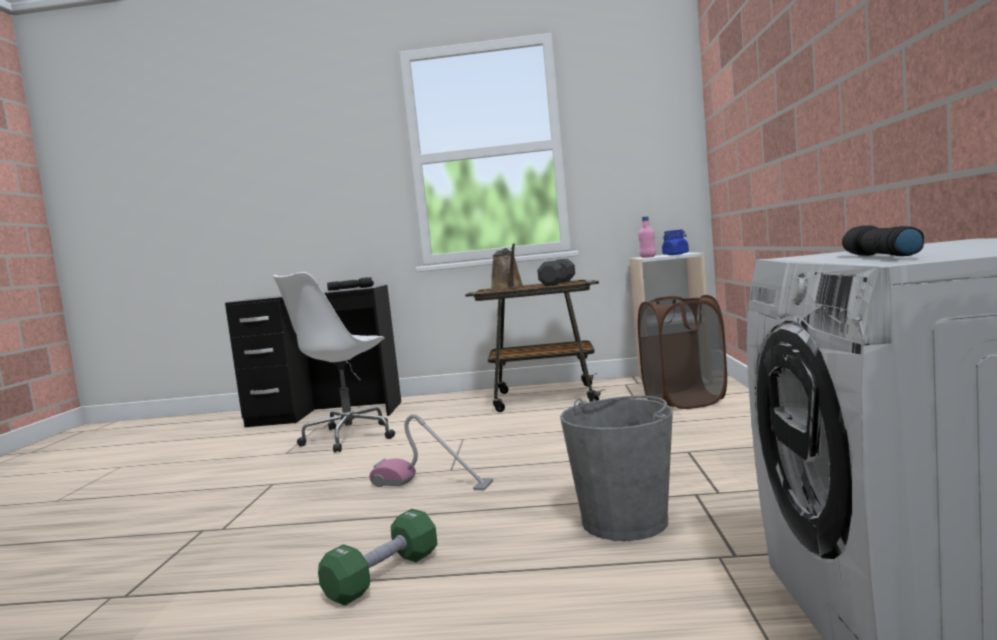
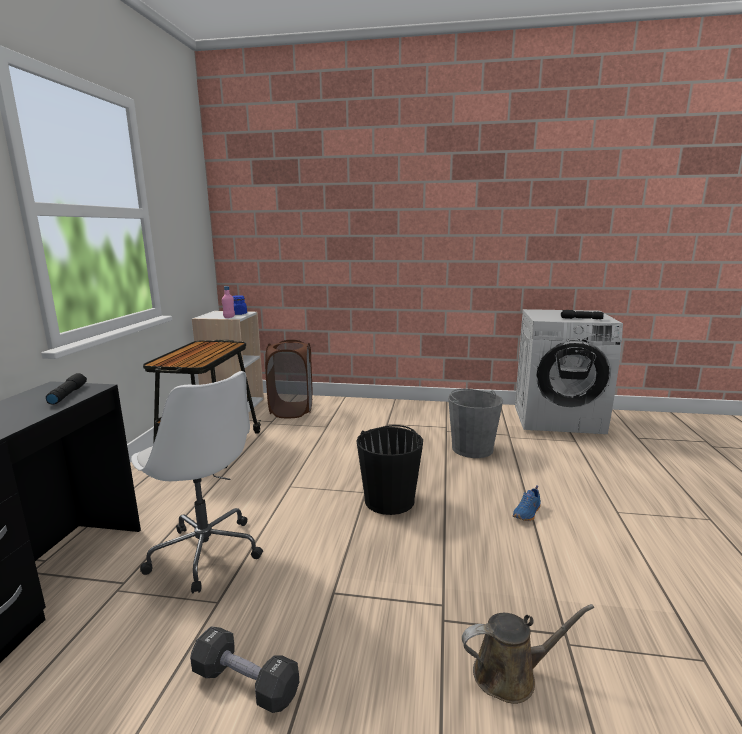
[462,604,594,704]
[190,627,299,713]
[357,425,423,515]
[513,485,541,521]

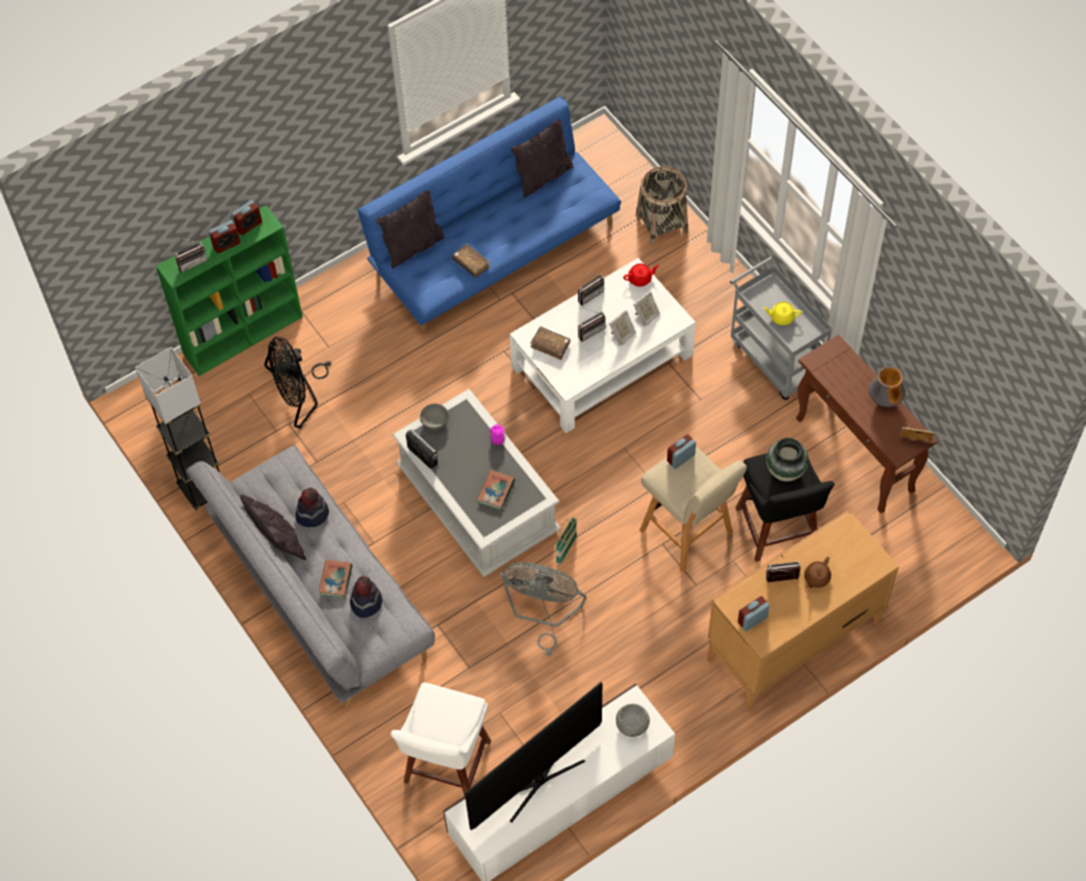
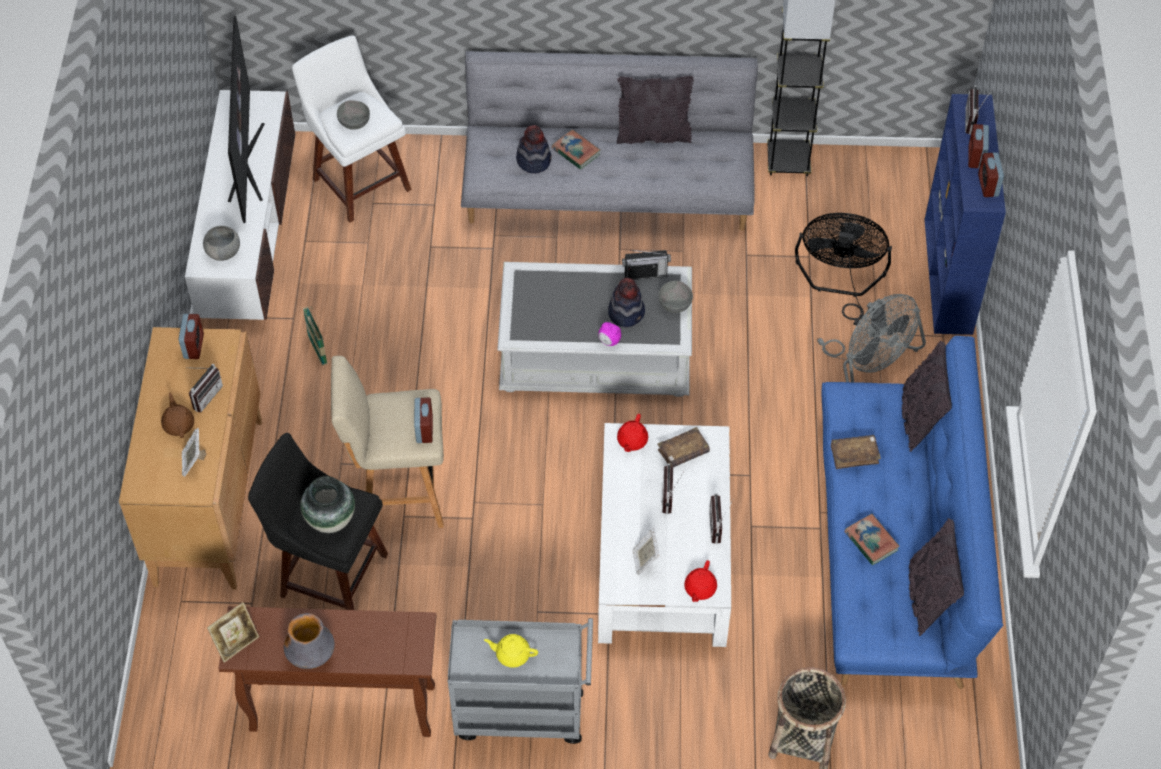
[924,94,1006,335]
[484,634,538,668]
[182,428,206,477]
[845,514,900,565]
[608,278,645,327]
[303,307,327,366]
[817,294,926,383]
[337,100,370,130]
[617,414,648,452]

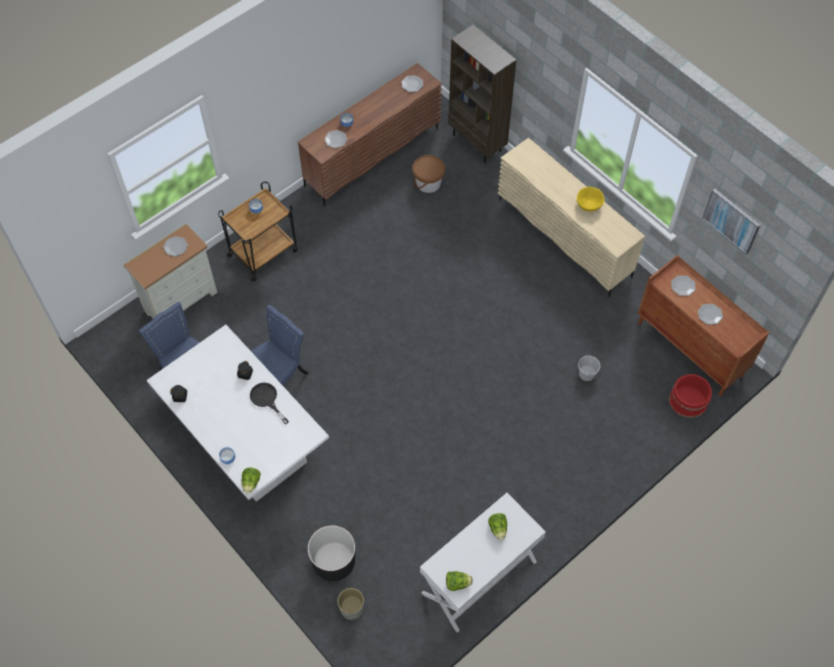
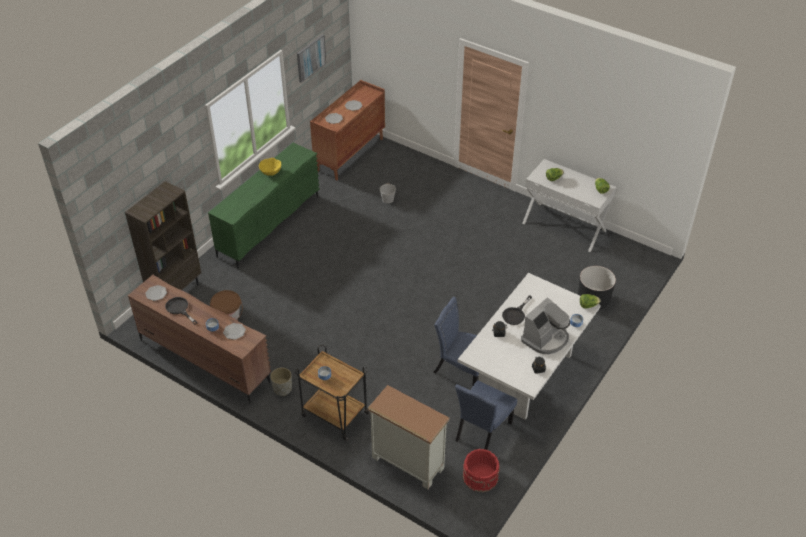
[208,143,320,269]
[163,236,188,257] (first image)
[463,449,500,493]
[270,368,292,396]
[165,297,198,325]
[521,297,570,354]

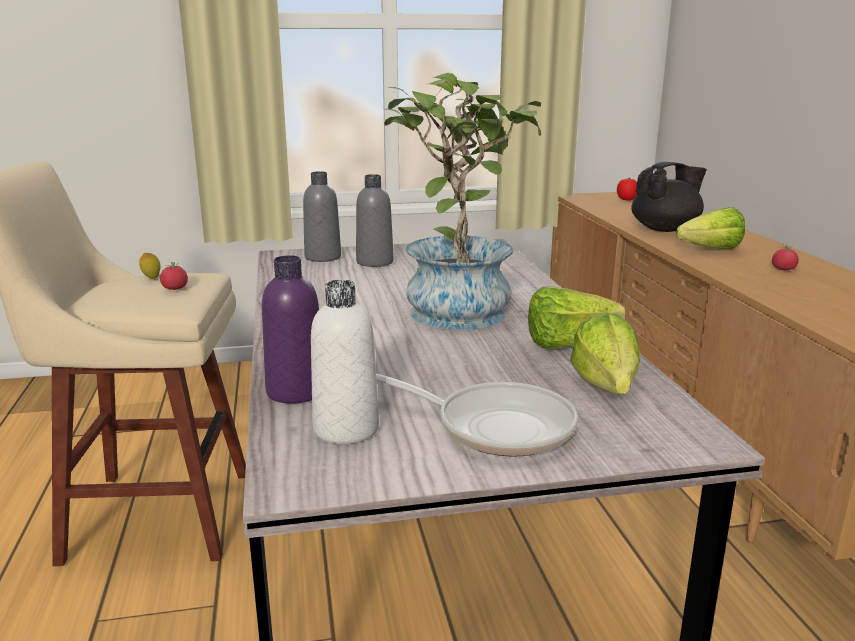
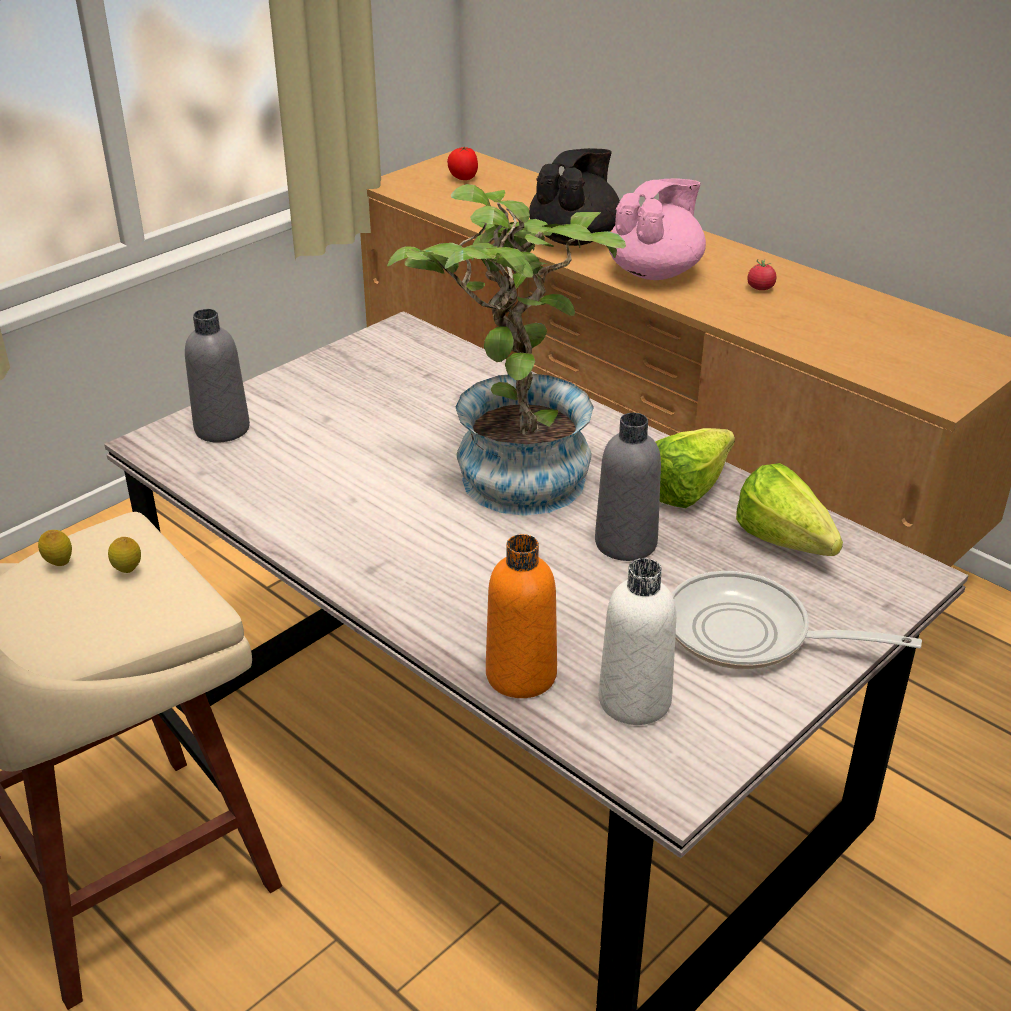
[595,413,661,561]
[609,178,706,280]
[486,534,557,698]
[108,537,141,573]
[671,571,922,670]

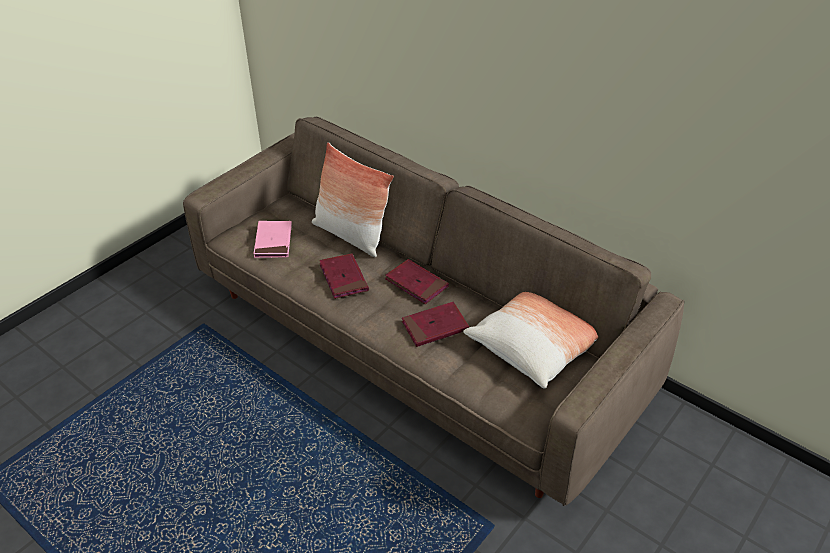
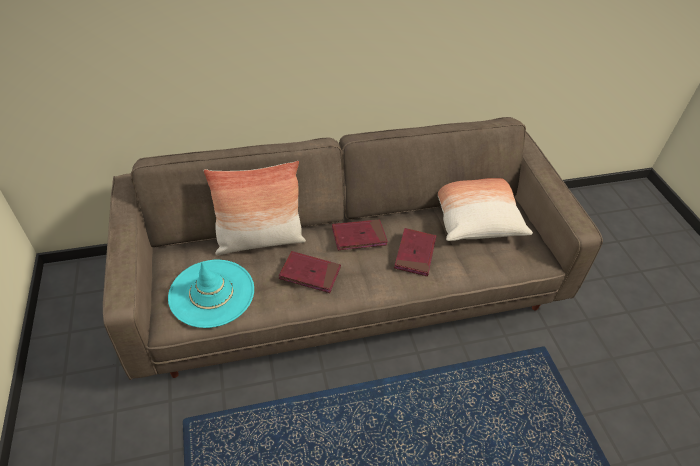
[168,260,254,328]

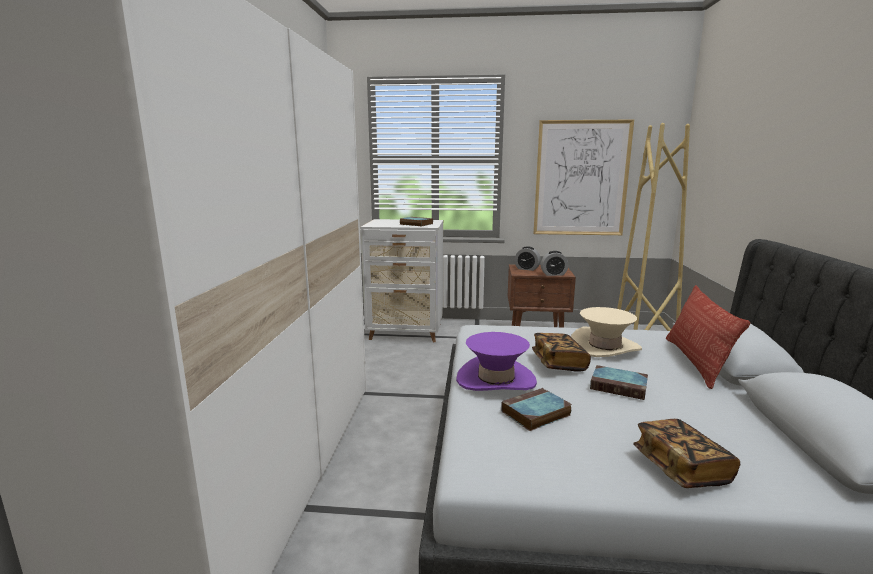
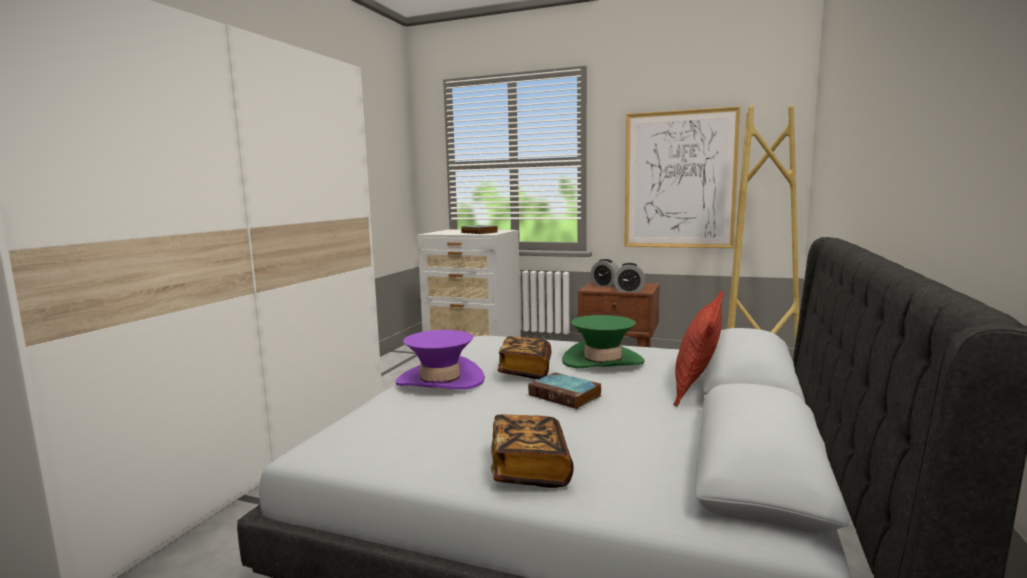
[562,315,645,368]
[501,388,572,431] (first image)

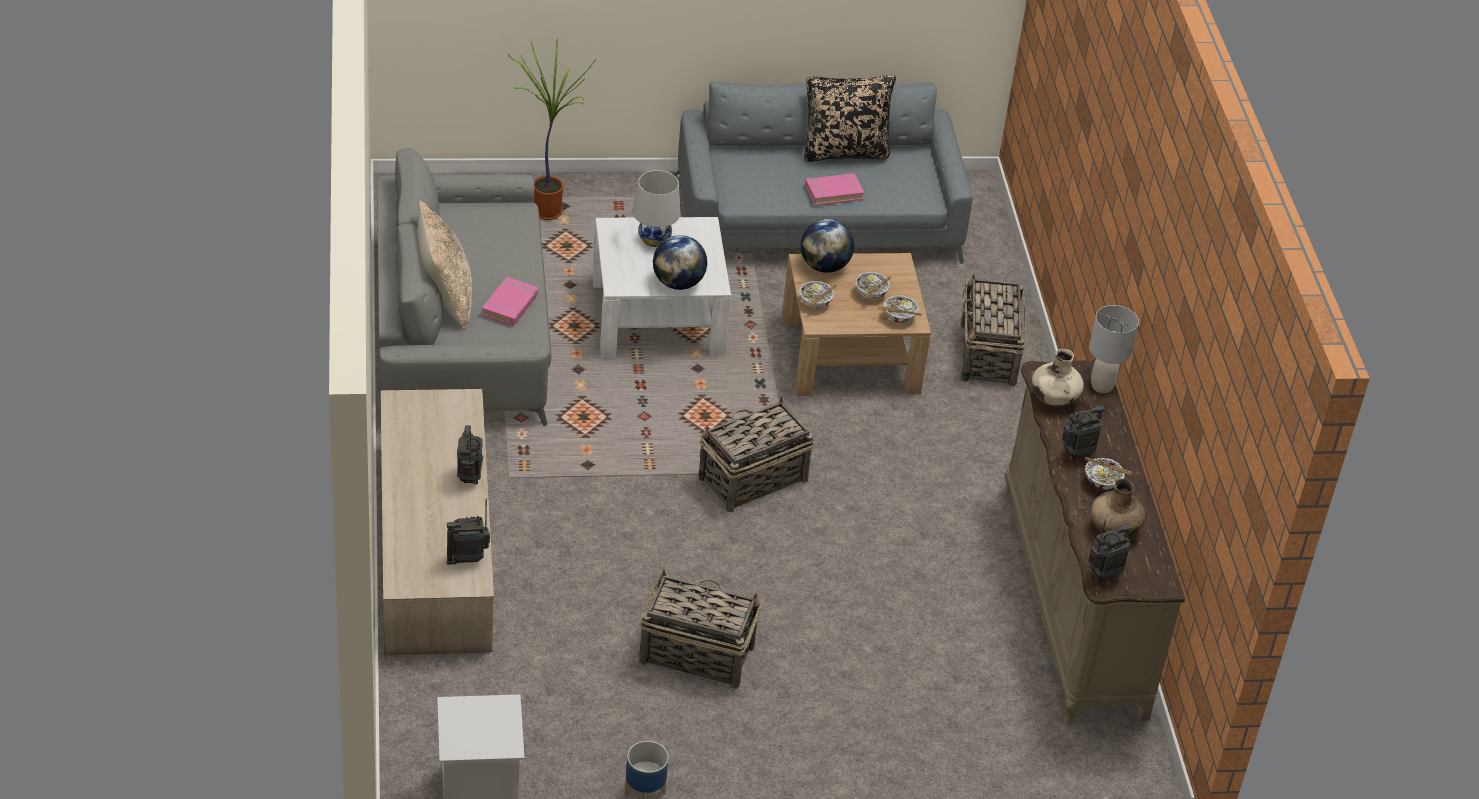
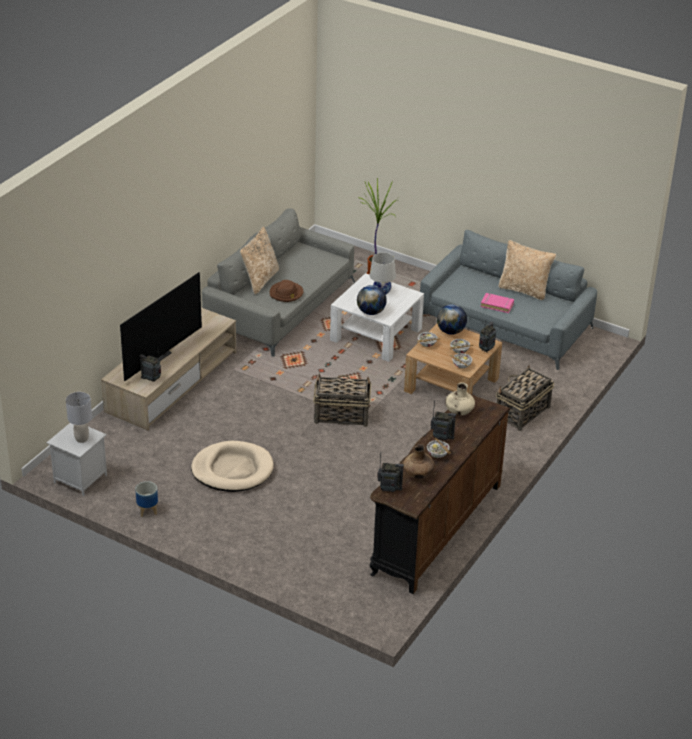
[499,240,556,300]
[270,280,304,302]
[66,392,92,443]
[370,393,510,594]
[479,320,496,353]
[191,441,274,492]
[120,272,202,381]

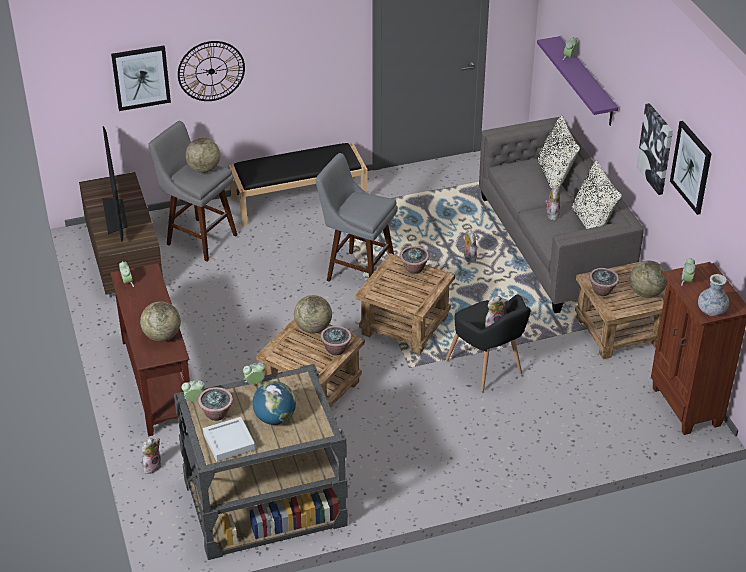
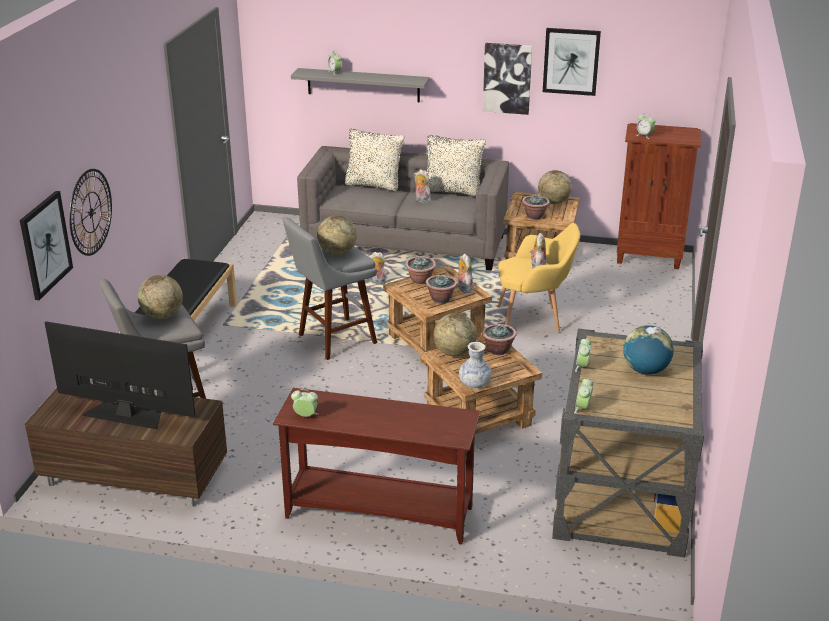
[291,68,430,102]
[459,342,492,389]
[498,223,580,332]
[317,215,357,255]
[426,275,457,303]
[203,417,255,462] (first image)
[456,253,473,293]

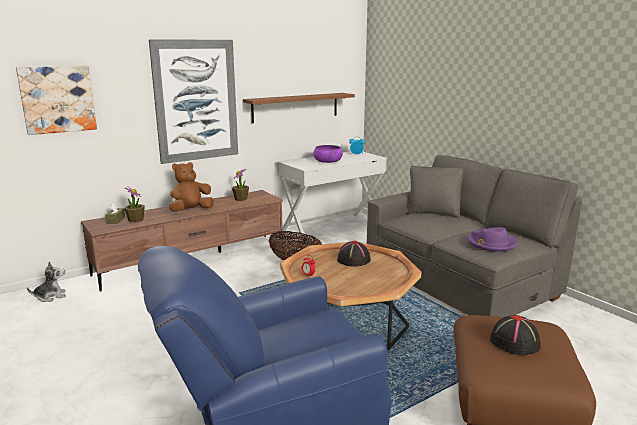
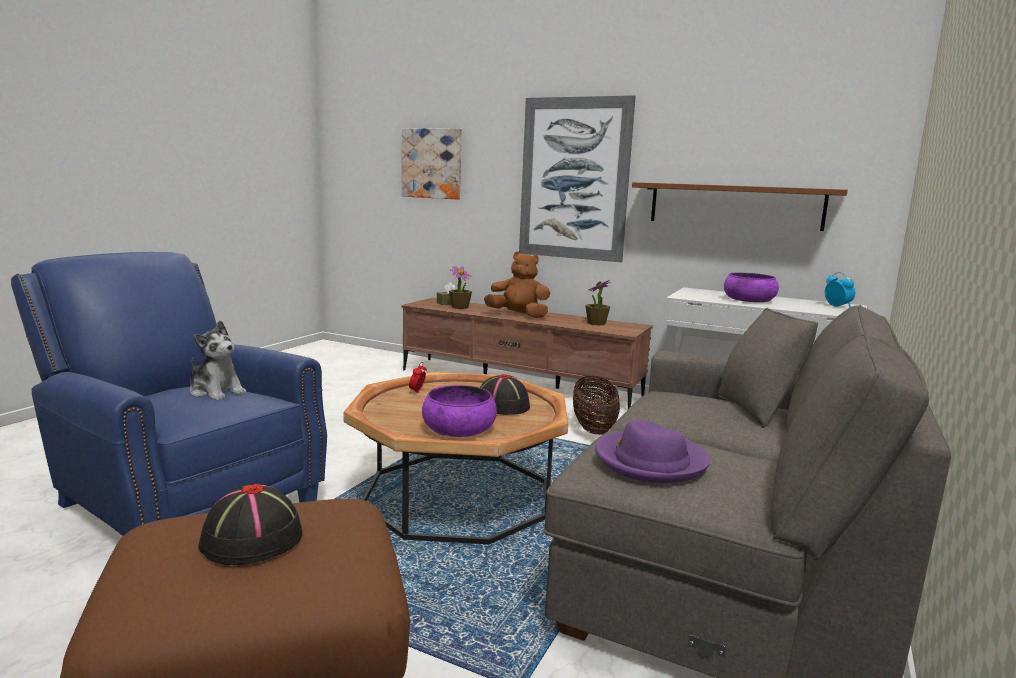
[190,320,246,400]
[422,385,497,437]

